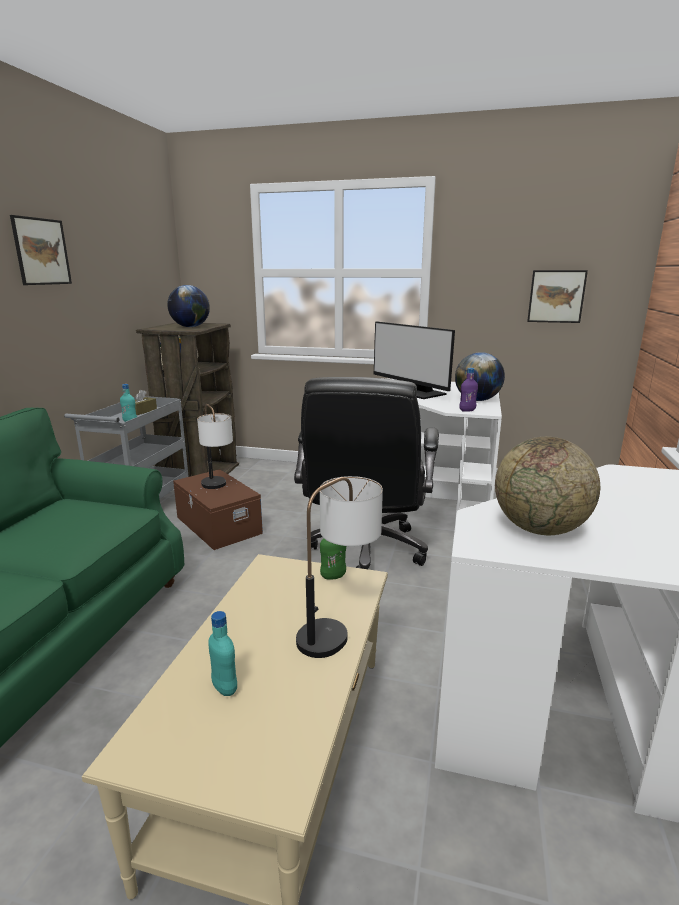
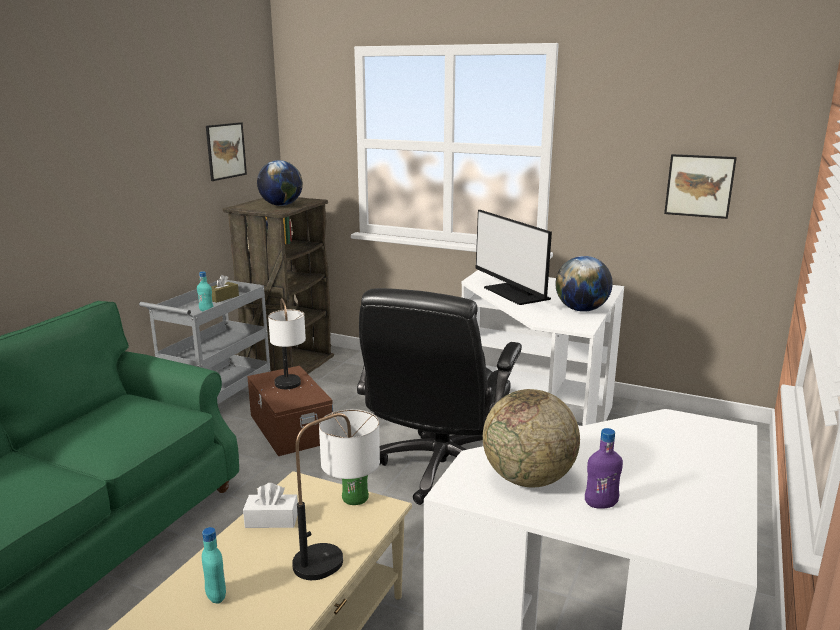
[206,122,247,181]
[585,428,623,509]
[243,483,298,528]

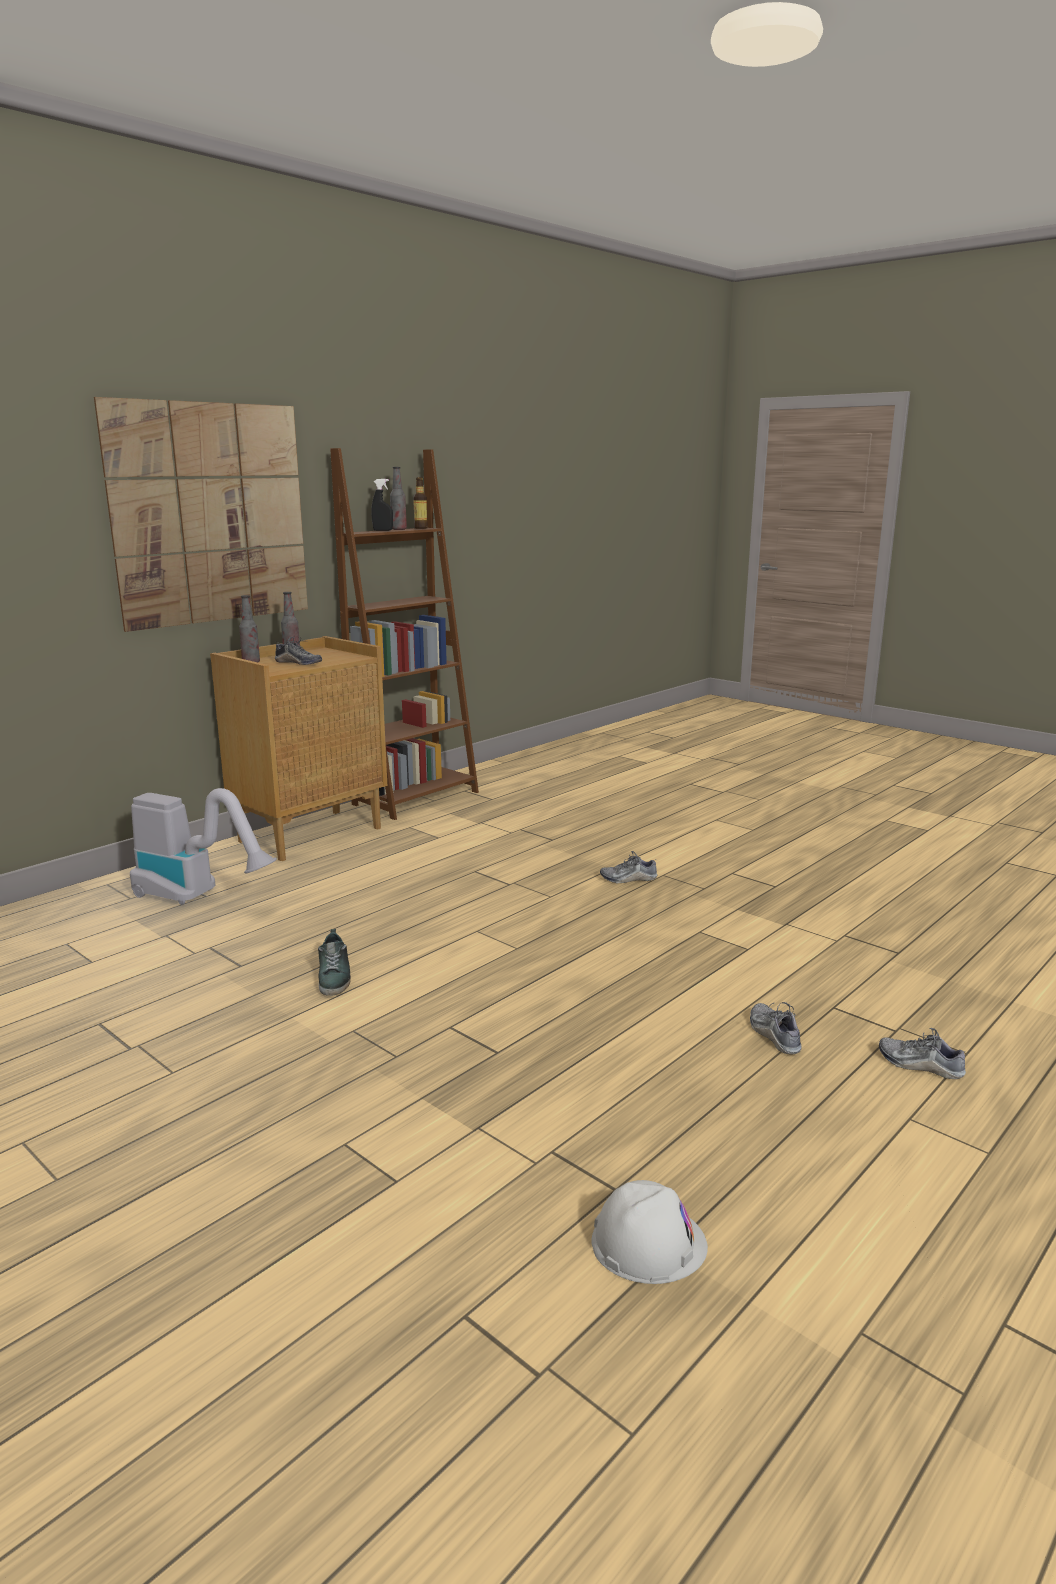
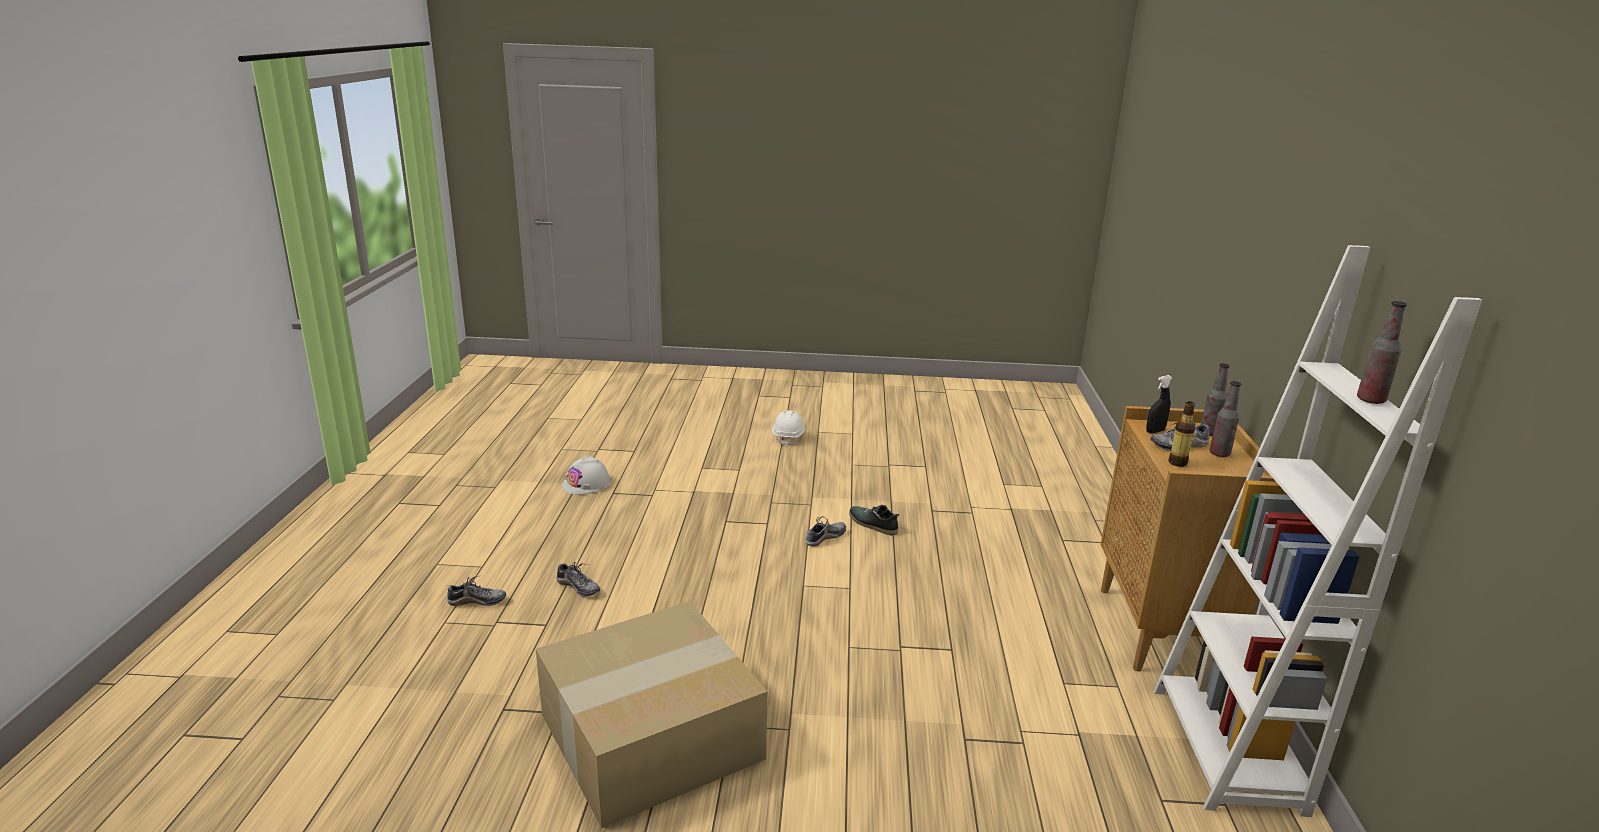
[94,397,308,632] (first image)
[1154,245,1482,817]
[1168,401,1195,467]
[1146,375,1172,434]
[130,788,277,905] (first image)
[806,516,846,546]
[772,410,805,447]
[536,601,768,828]

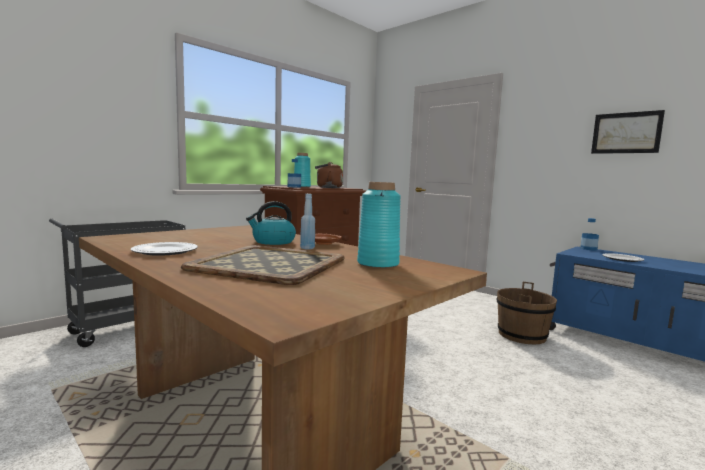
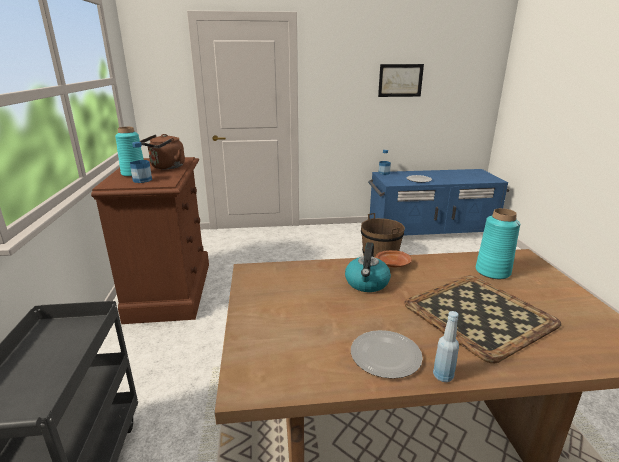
[433,311,459,382]

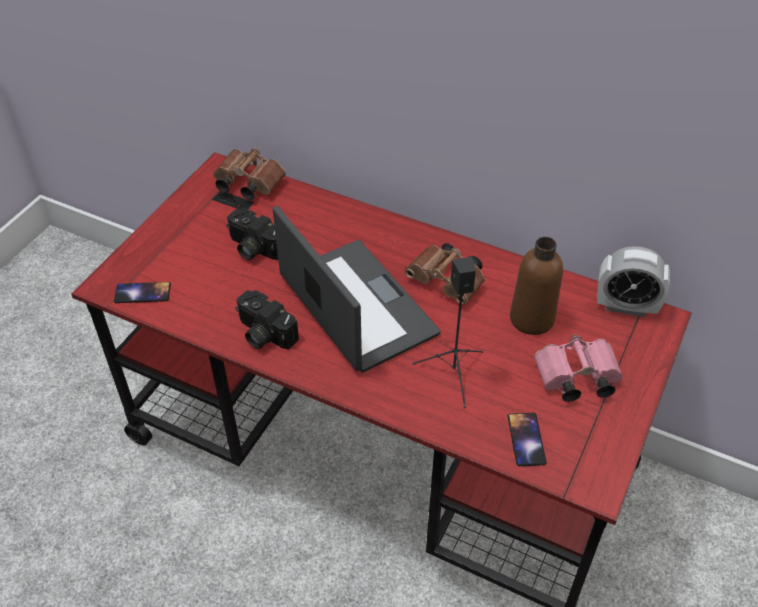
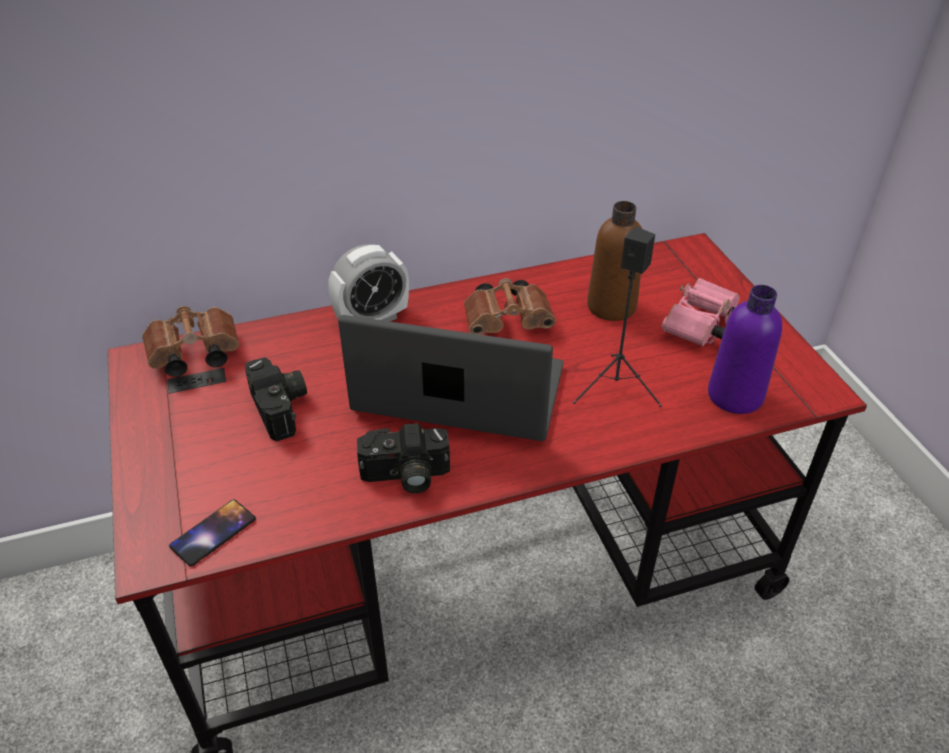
[245,357,307,442]
[328,244,409,321]
[708,285,782,414]

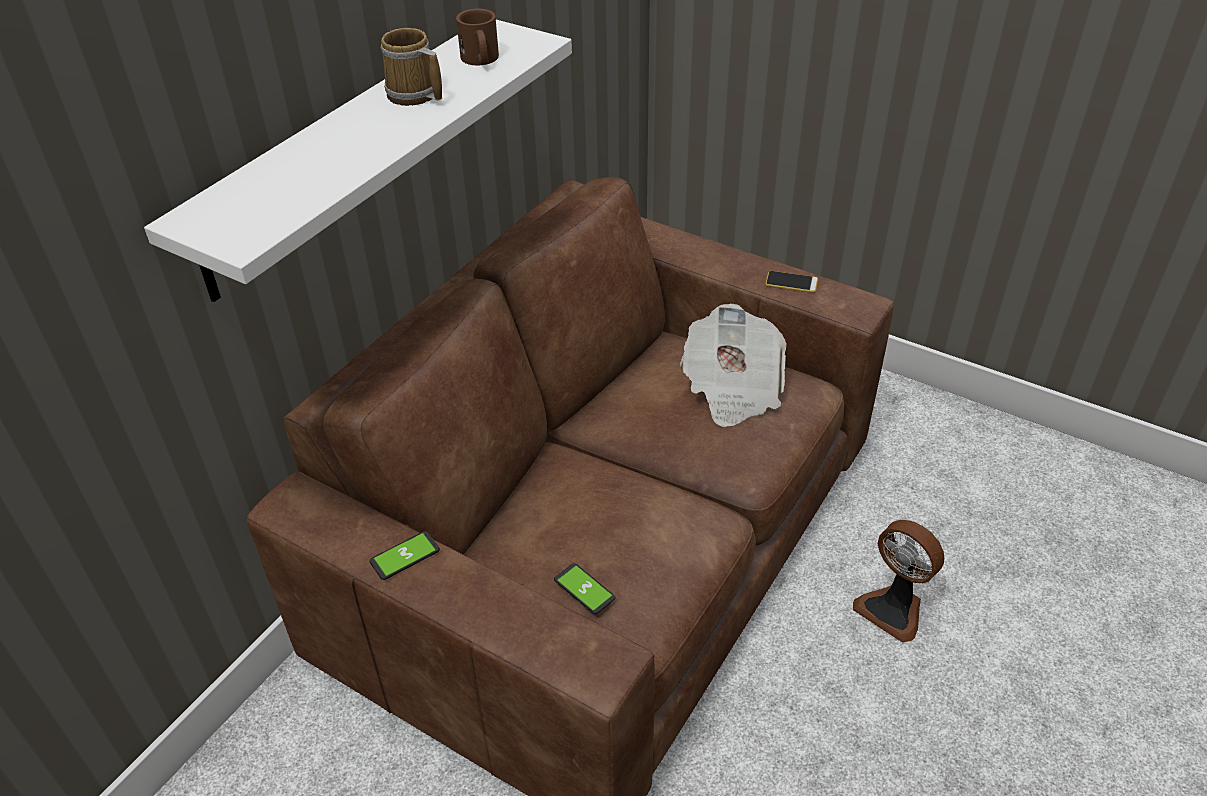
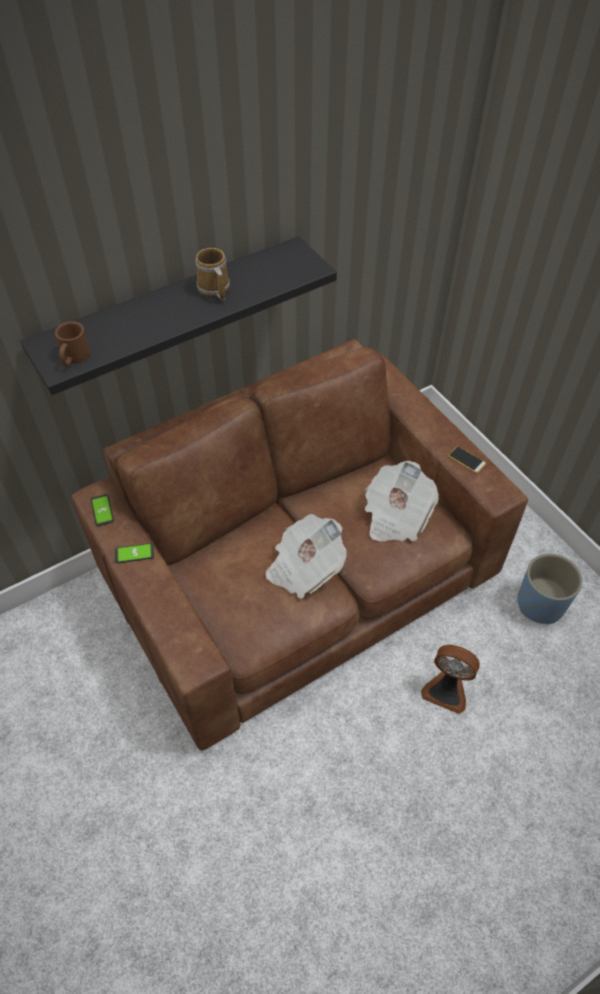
[55,321,91,366]
[20,236,337,395]
[421,644,480,714]
[91,494,114,526]
[265,514,347,599]
[517,554,582,624]

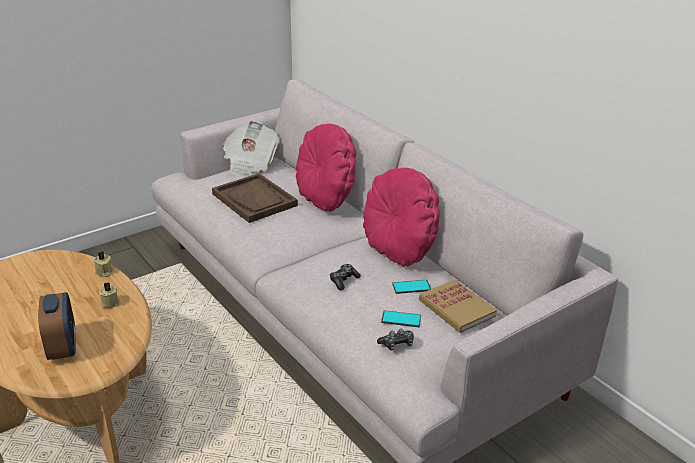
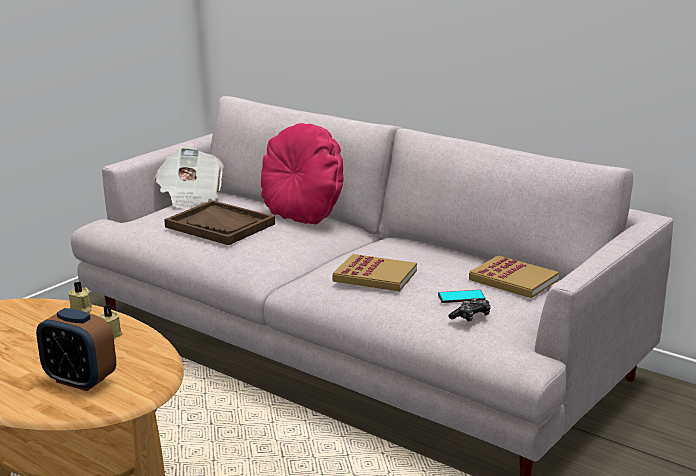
[363,168,440,266] (first image)
[332,254,417,292]
[392,280,431,294] (first image)
[36,308,116,391]

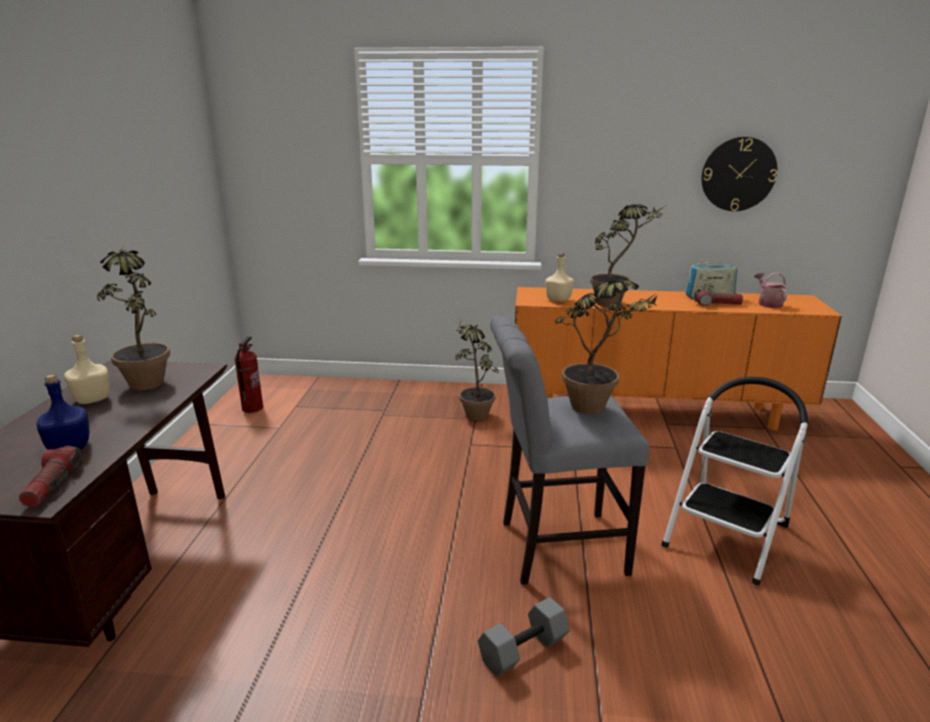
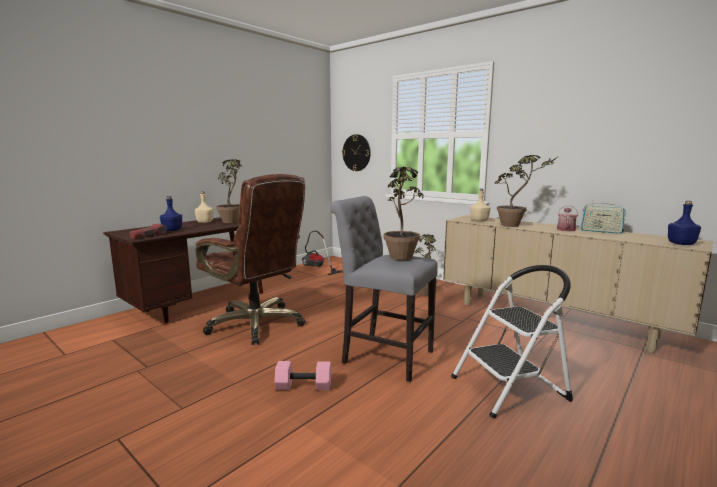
[342,134,371,171]
[557,205,578,231]
[443,215,713,353]
[694,289,743,306] (first image)
[302,231,342,275]
[275,361,331,390]
[196,174,306,345]
[668,201,701,245]

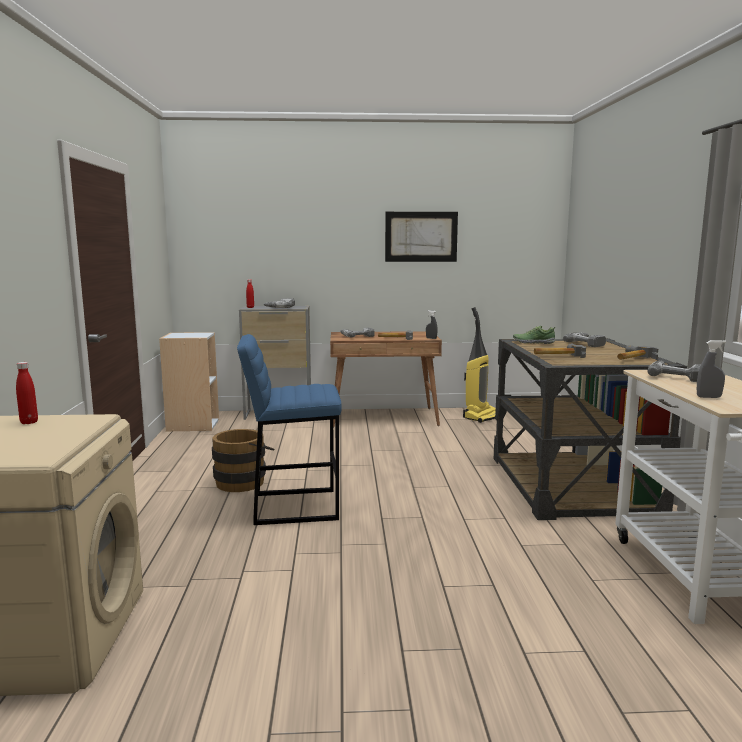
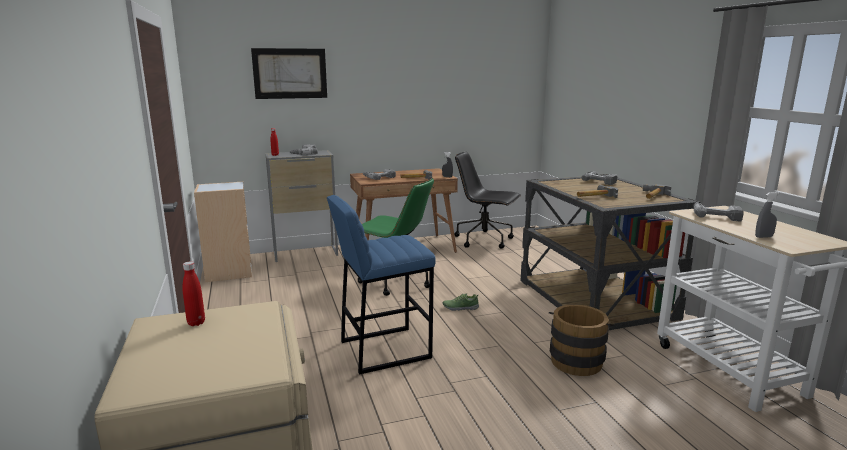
[251,48,327,99]
[454,152,521,249]
[443,293,479,311]
[549,304,614,376]
[358,178,434,296]

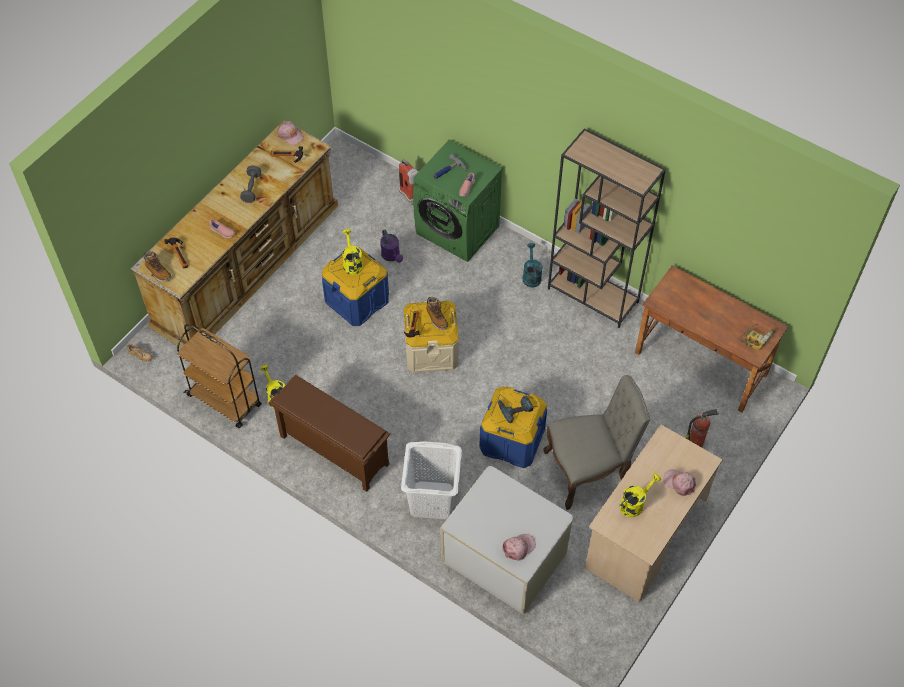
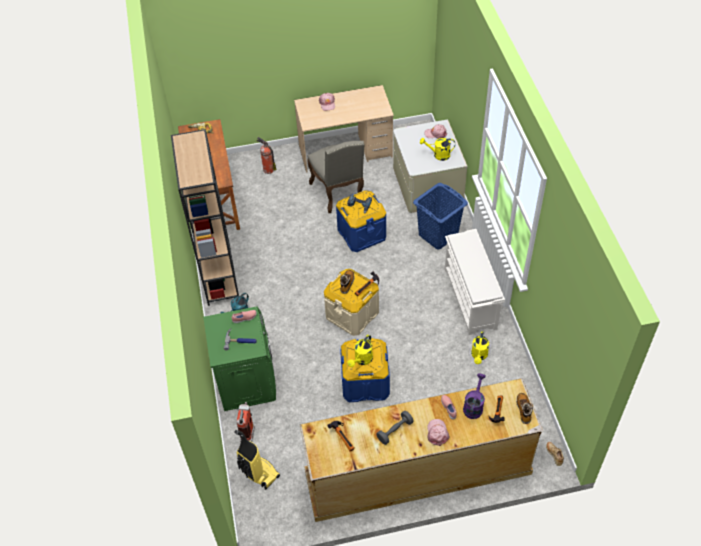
[427,419,450,446]
[463,373,486,419]
[177,324,262,428] (first image)
[445,229,505,335]
[308,141,364,213]
[413,183,468,250]
[420,138,455,161]
[234,430,280,490]

